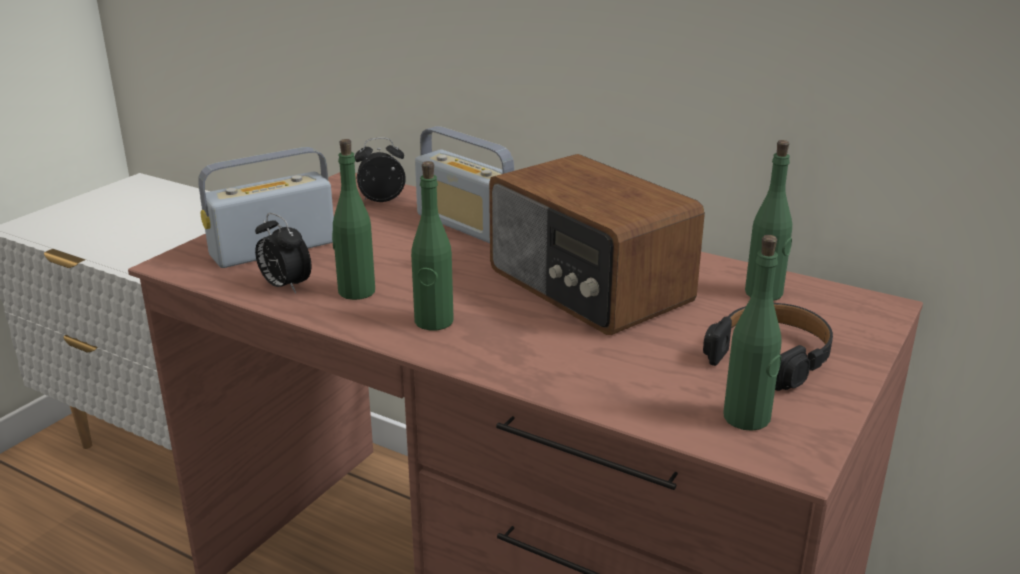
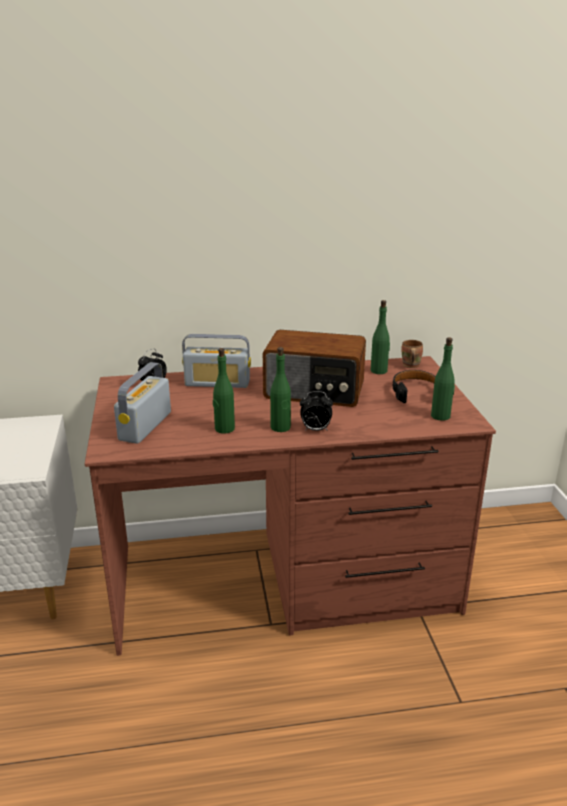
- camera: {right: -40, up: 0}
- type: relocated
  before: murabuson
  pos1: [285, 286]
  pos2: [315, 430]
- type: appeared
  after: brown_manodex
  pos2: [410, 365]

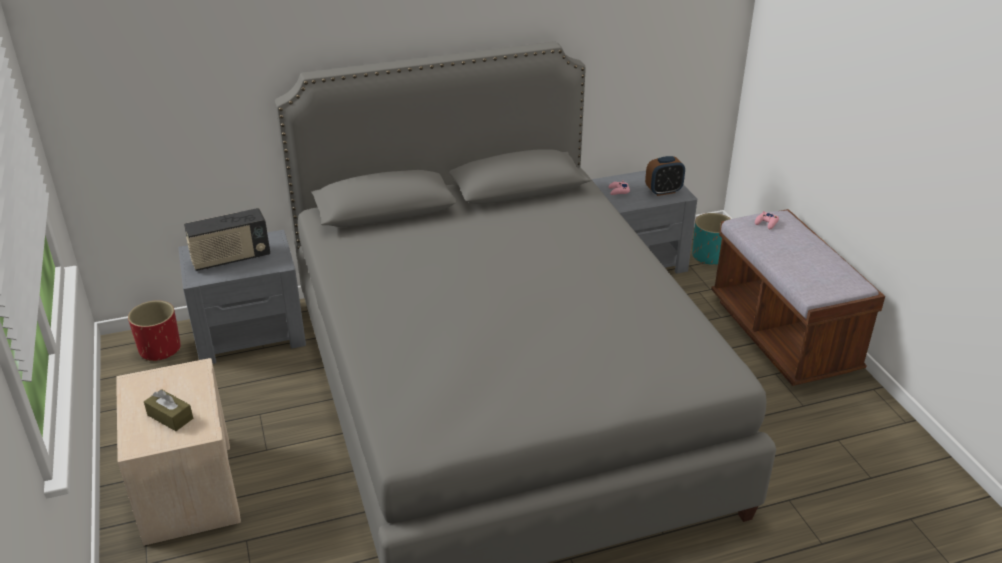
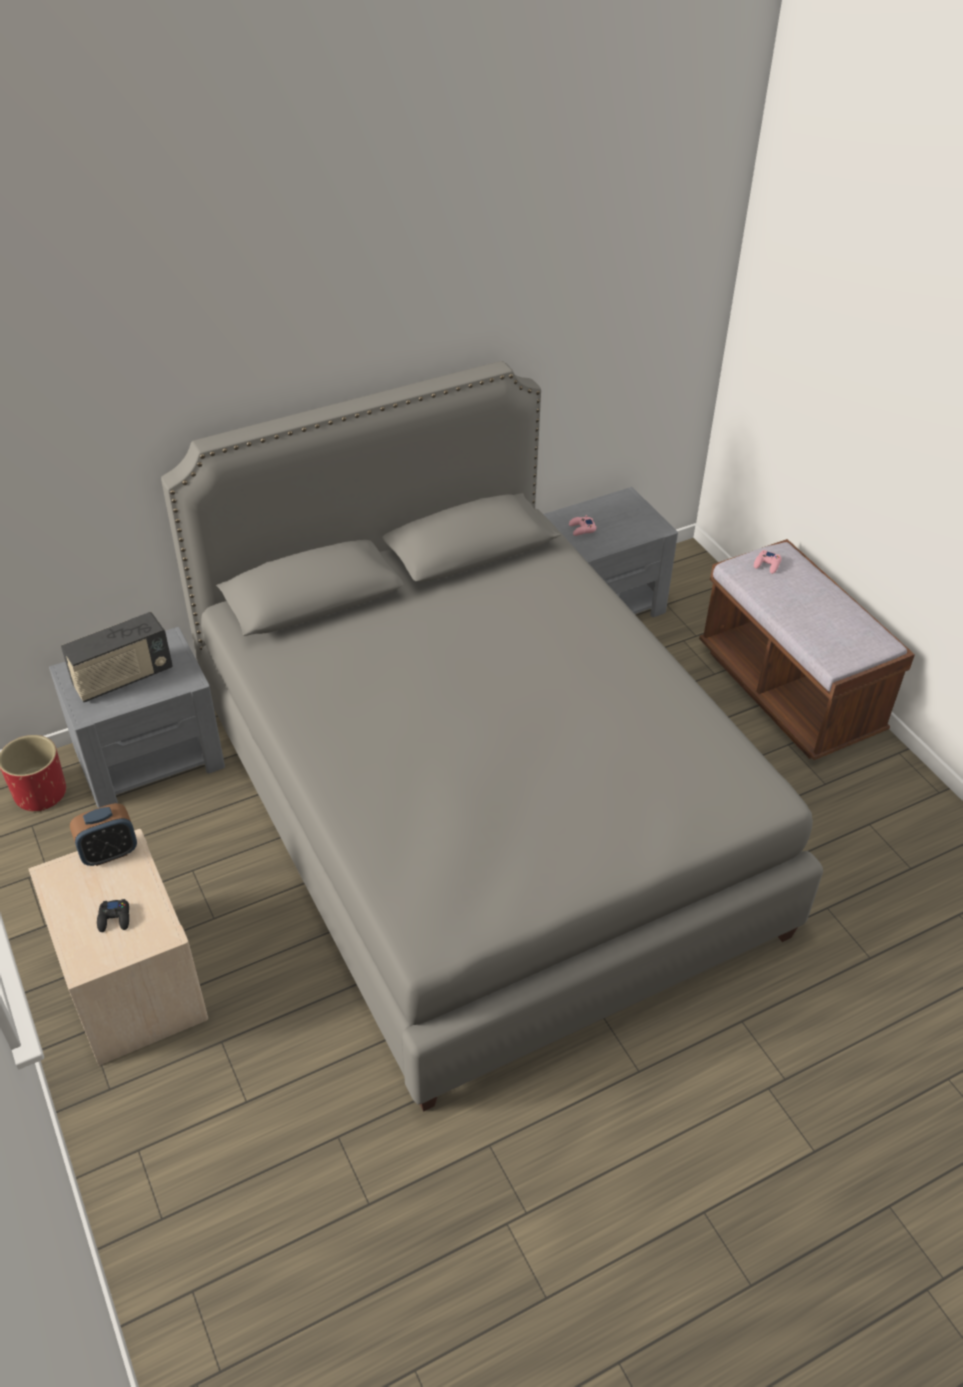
- camera: {right: -10, up: 10}
- type: exchanged
  before: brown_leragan
  after: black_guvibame
  pos1: [170, 417]
  pos2: [115, 918]
- type: relocated
  before: murabuson
  pos1: [663, 191]
  pos2: [109, 853]
- type: missing
  before: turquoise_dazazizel
  pos1: [709, 256]

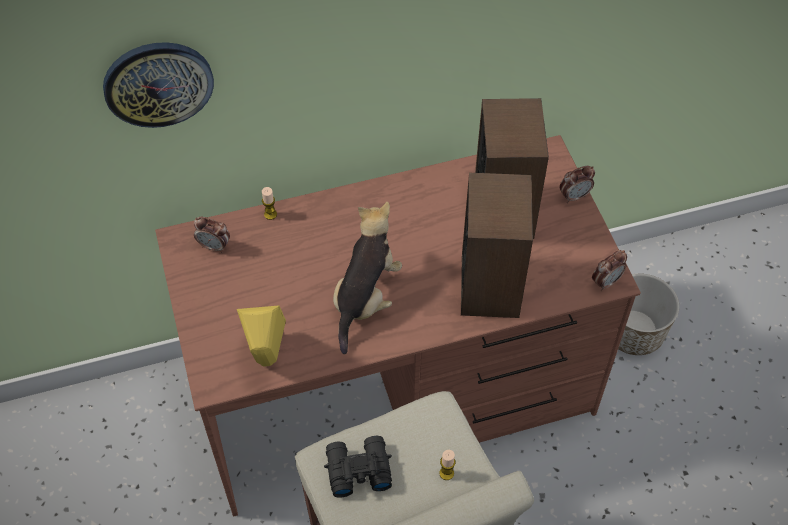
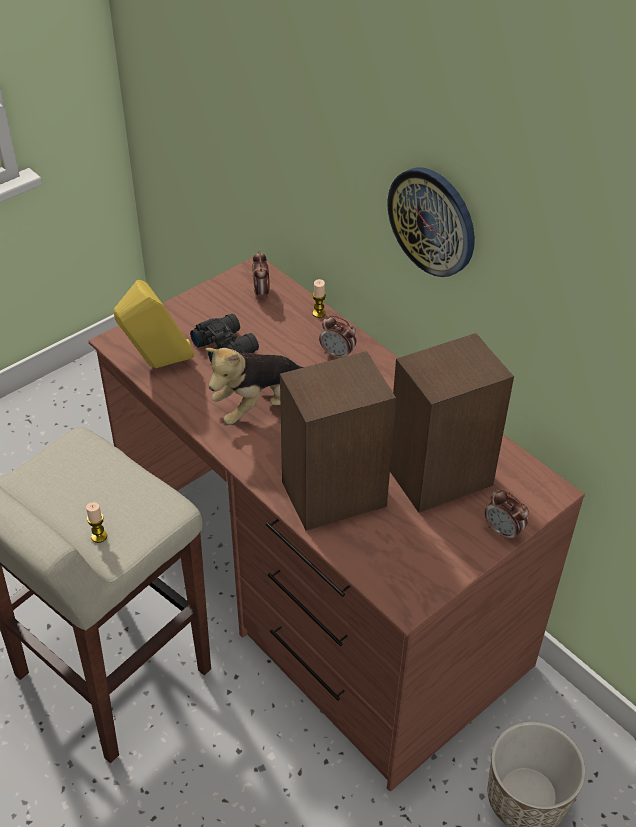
- camera: {right: 65, up: -10}
- type: relocated
  before: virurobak
  pos1: [158, 83]
  pos2: [432, 221]
- type: relocated
  before: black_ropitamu
  pos1: [357, 469]
  pos2: [225, 346]
- type: spun
  before: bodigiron
  pos1: [365, 297]
  pos2: [263, 406]
  turn: 150
- type: relocated
  before: murabuson
  pos1: [606, 282]
  pos2: [337, 354]

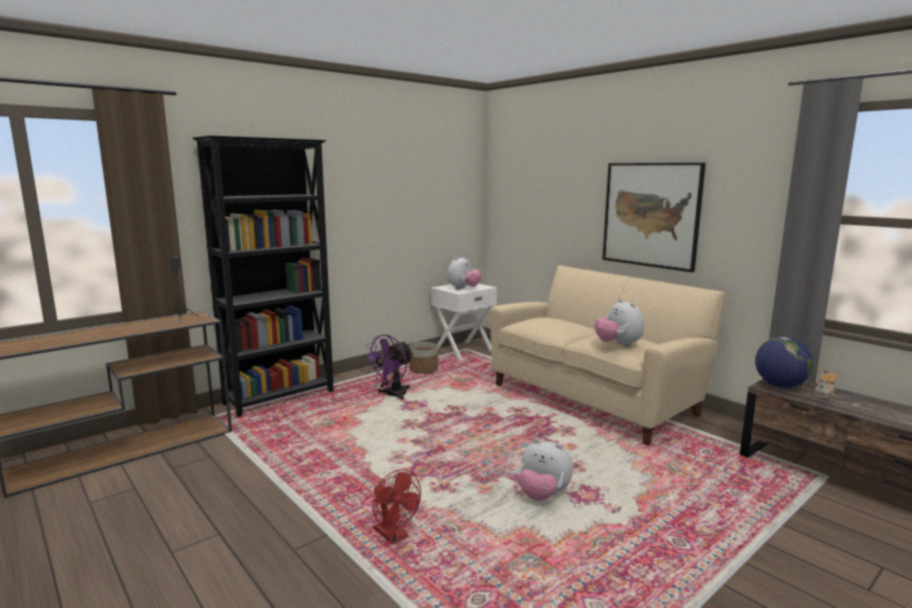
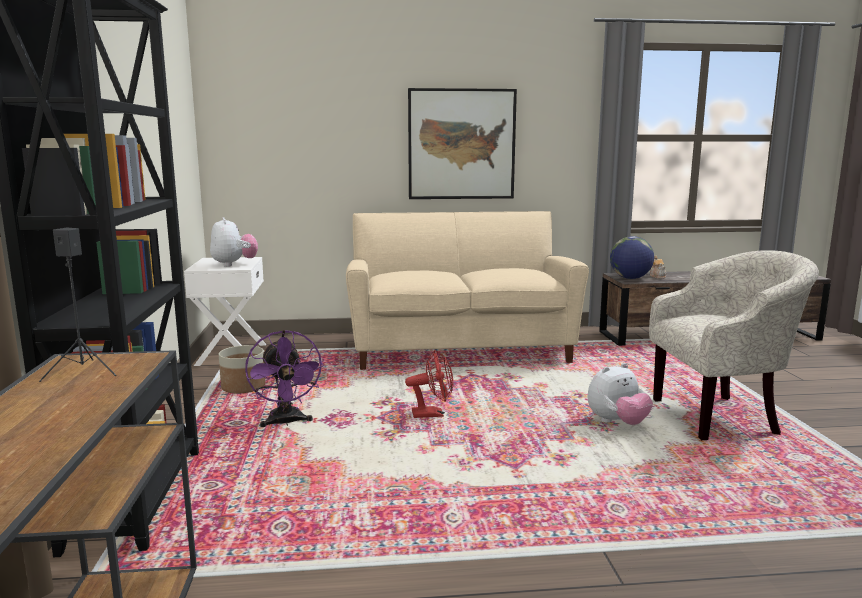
- camera: {right: -55, up: 0}
- type: relocated
  before: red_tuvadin
  pos1: [394, 536]
  pos2: [433, 414]
- type: missing
  before: bodigiron
  pos1: [618, 345]
- type: appeared
  after: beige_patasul
  pos2: [721, 417]

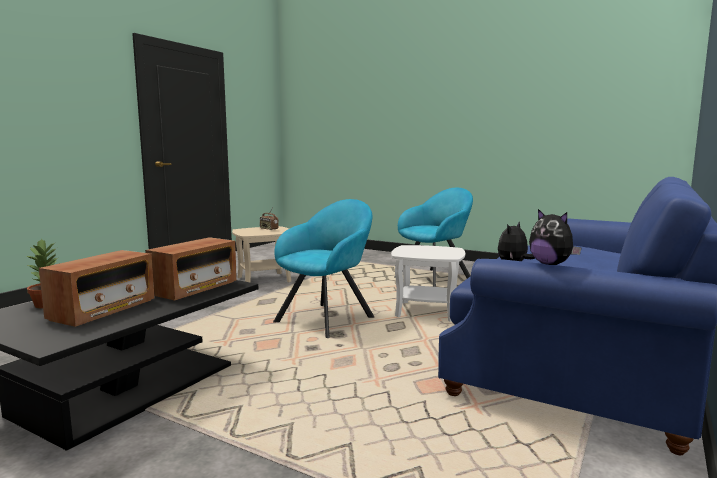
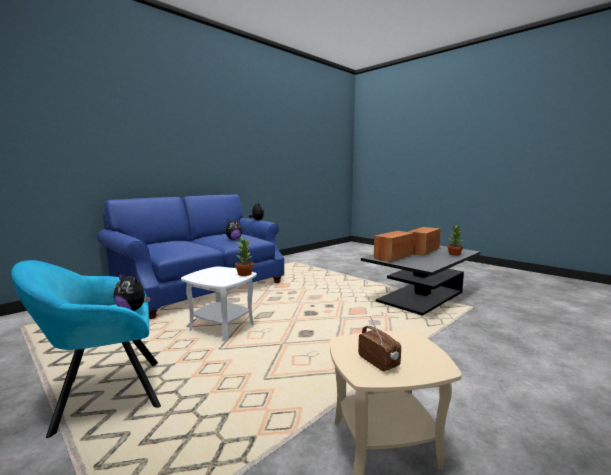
- camera: {right: -165, up: 0}
- type: missing
  before: turquoise_patasul
  pos1: [328, 319]
- type: appeared
  after: bodigiron
  pos2: [132, 310]
- type: appeared
  after: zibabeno
  pos2: [245, 274]

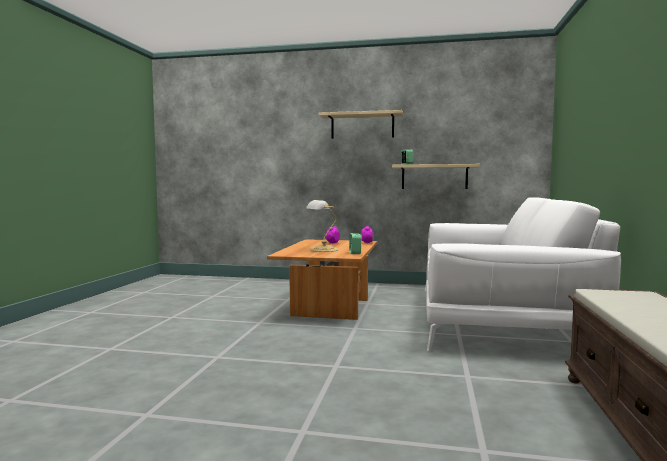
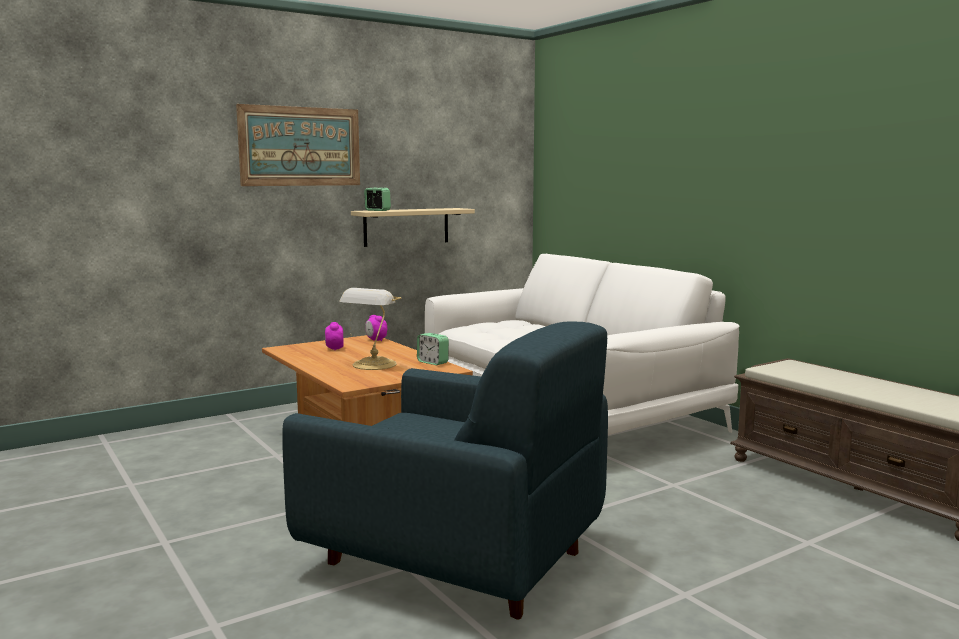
- camera: {right: -45, up: 5}
- type: exchanged
  before: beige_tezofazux
  after: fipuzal
  pos1: [362, 126]
  pos2: [300, 146]
- type: appeared
  after: blue_patasul
  pos2: [457, 558]

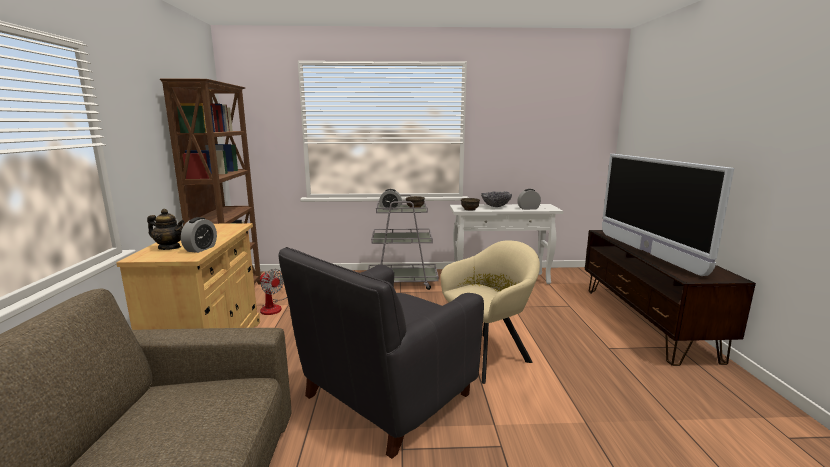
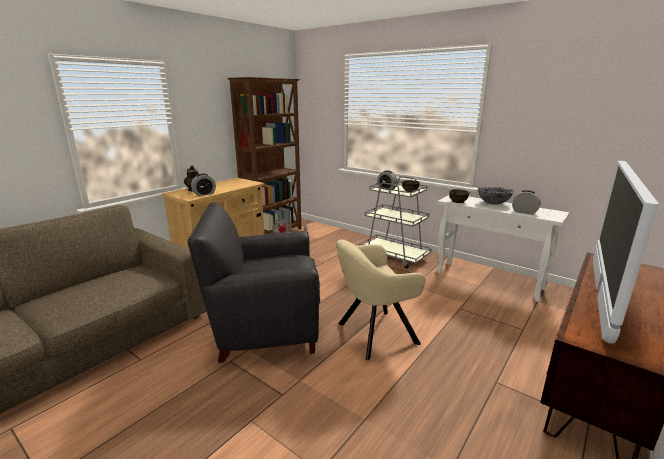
- camera: {right: 40, up: 5}
- type: spun
  before: beige_patasul
  pos1: [488, 354]
  pos2: [373, 334]
  turn: 150

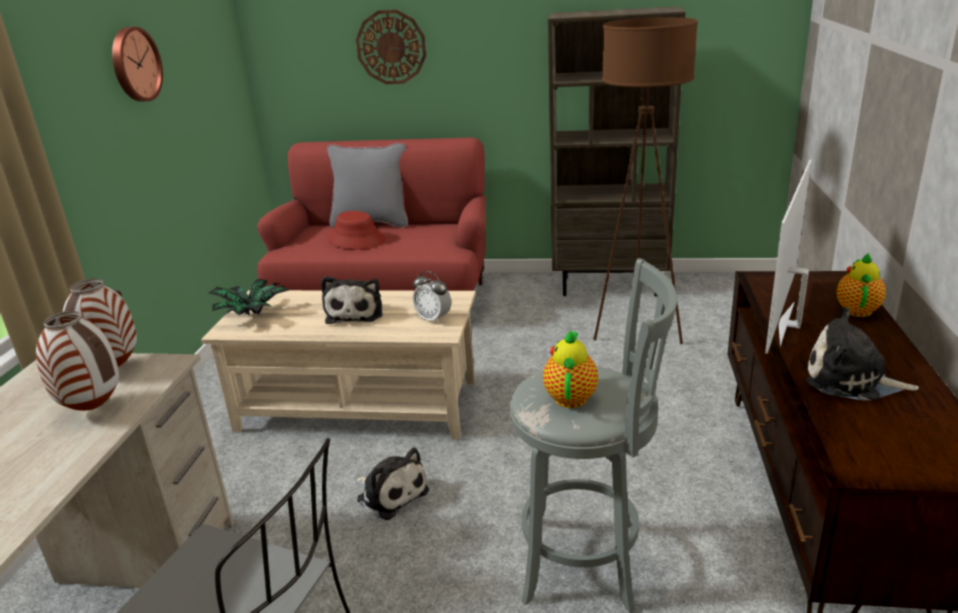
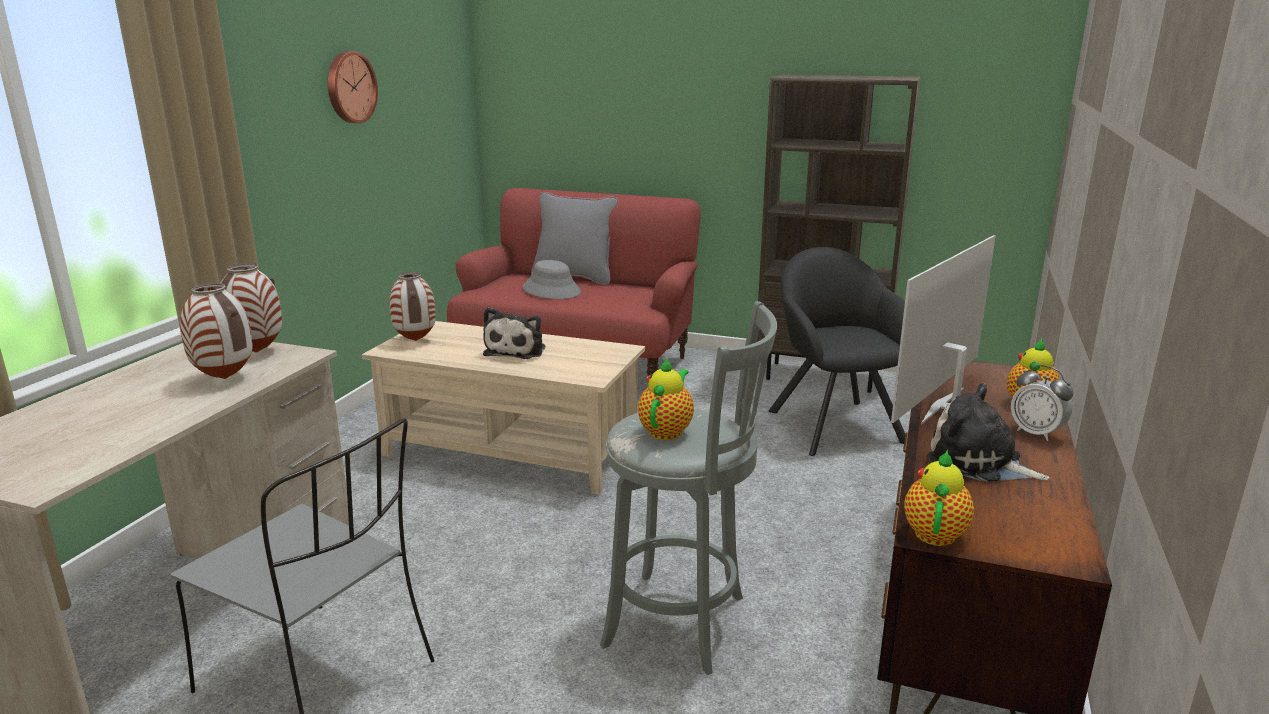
- camera: {right: 10, up: -5}
- type: exchanged
  before: zibabeno
  after: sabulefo
  pos1: [250, 316]
  pos2: [416, 341]
- type: colour
  before: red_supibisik
  after: grey_supibisik
  pos1: [356, 240]
  pos2: [552, 290]
- type: missing
  before: virurobak
  pos1: [391, 47]
- type: missing
  before: bodigiron
  pos1: [390, 494]
- type: relocated
  before: murabuson
  pos1: [433, 319]
  pos2: [1036, 433]
- type: exchanged
  before: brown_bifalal
  after: black_patasul
  pos1: [637, 331]
  pos2: [832, 423]
- type: appeared
  after: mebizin
  pos2: [935, 532]

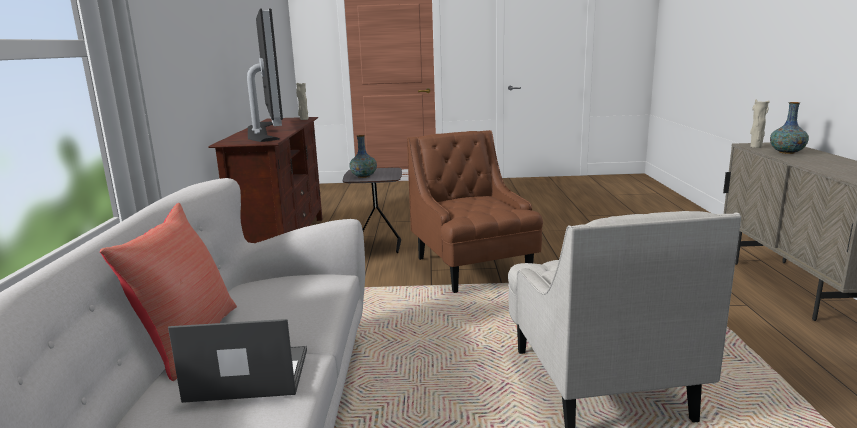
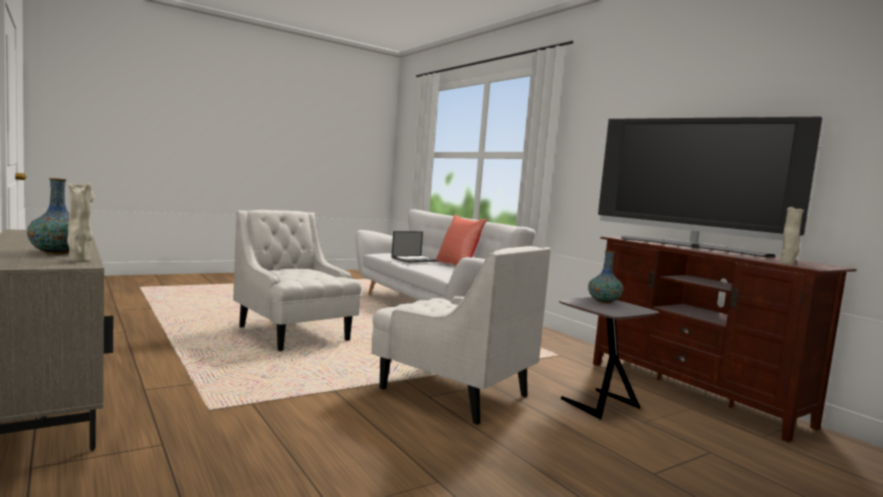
- camera: {right: 145, up: -10}
- type: colour
  before: brown_patasul
  after: white_patasul
  pos1: [473, 269]
  pos2: [452, 391]

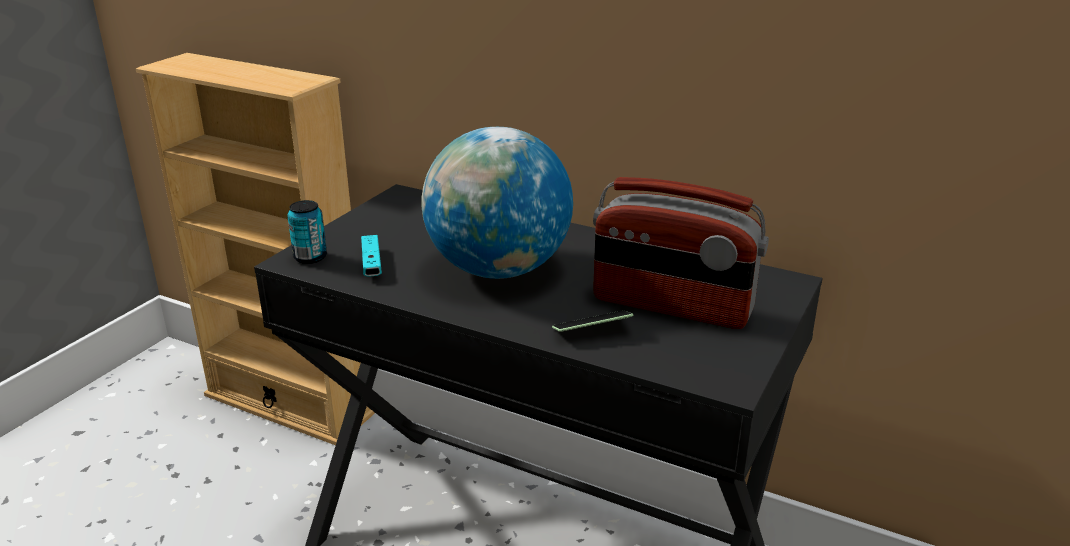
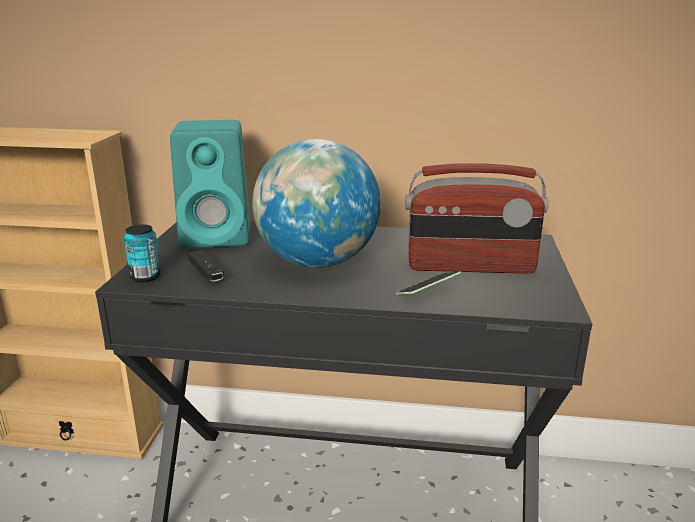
- camera: {right: -20, up: -5}
- type: colour
  before: turquoise_guvibame
  after: black_guvibame
  pos1: [371, 264]
  pos2: [206, 273]
- type: appeared
  after: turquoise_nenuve
  pos2: [219, 236]

